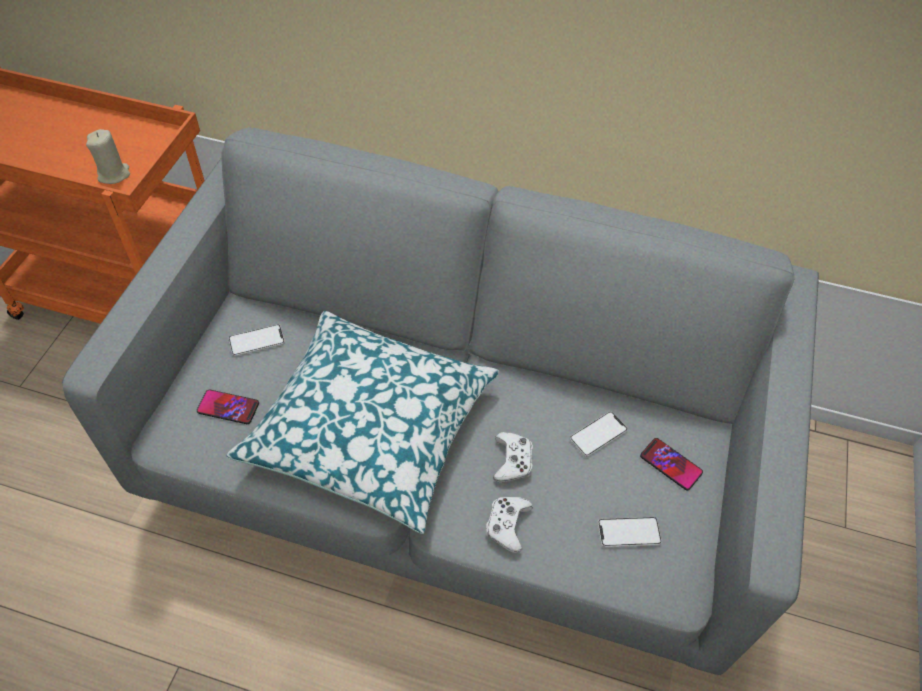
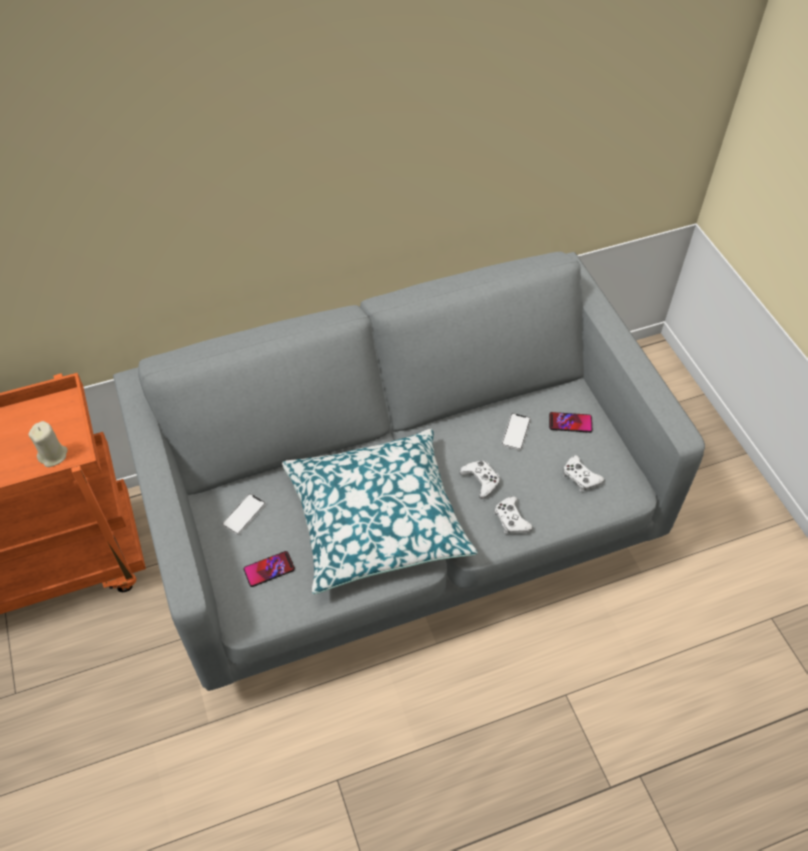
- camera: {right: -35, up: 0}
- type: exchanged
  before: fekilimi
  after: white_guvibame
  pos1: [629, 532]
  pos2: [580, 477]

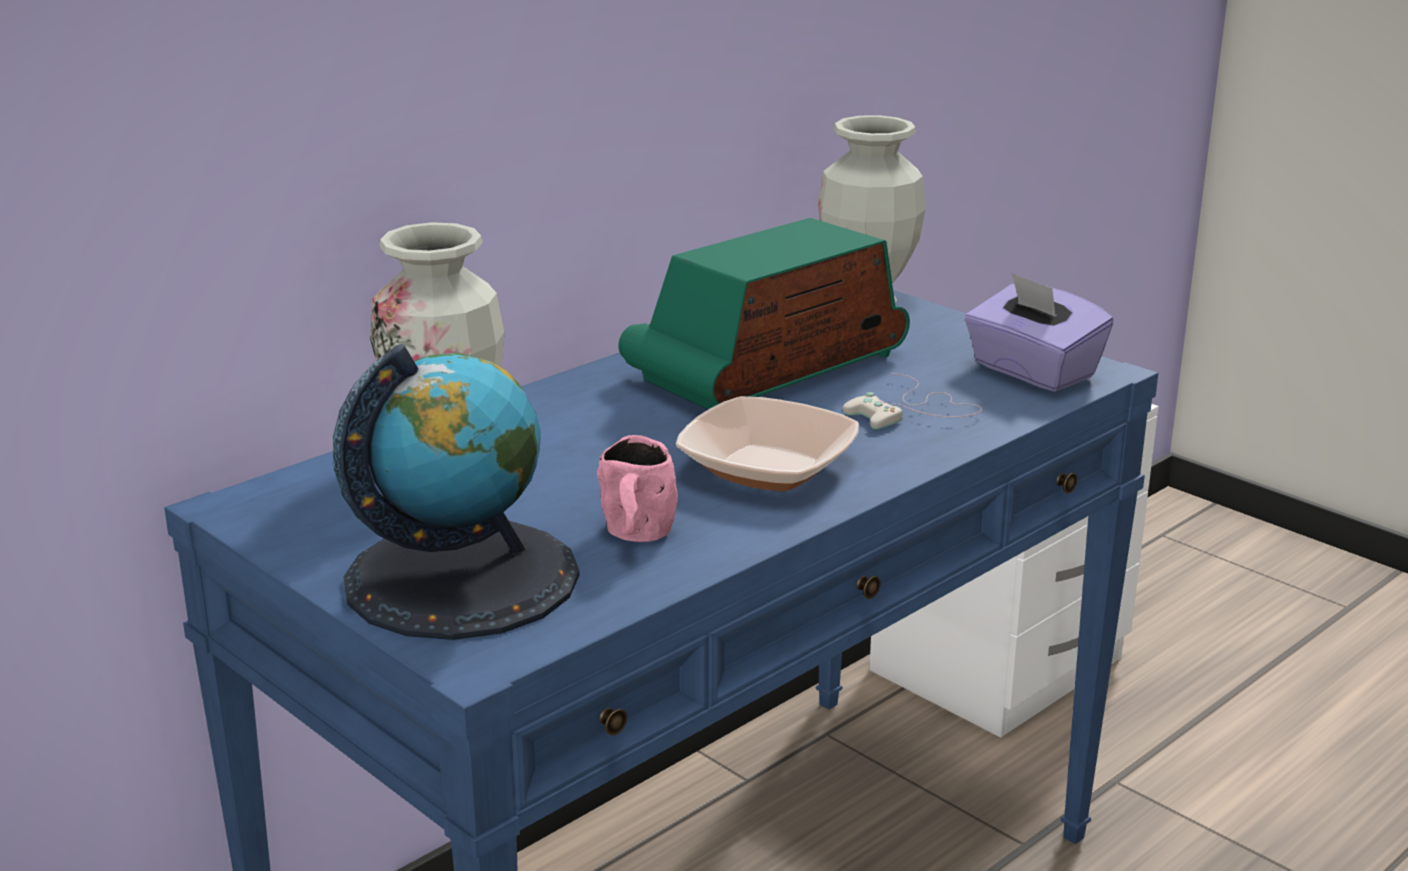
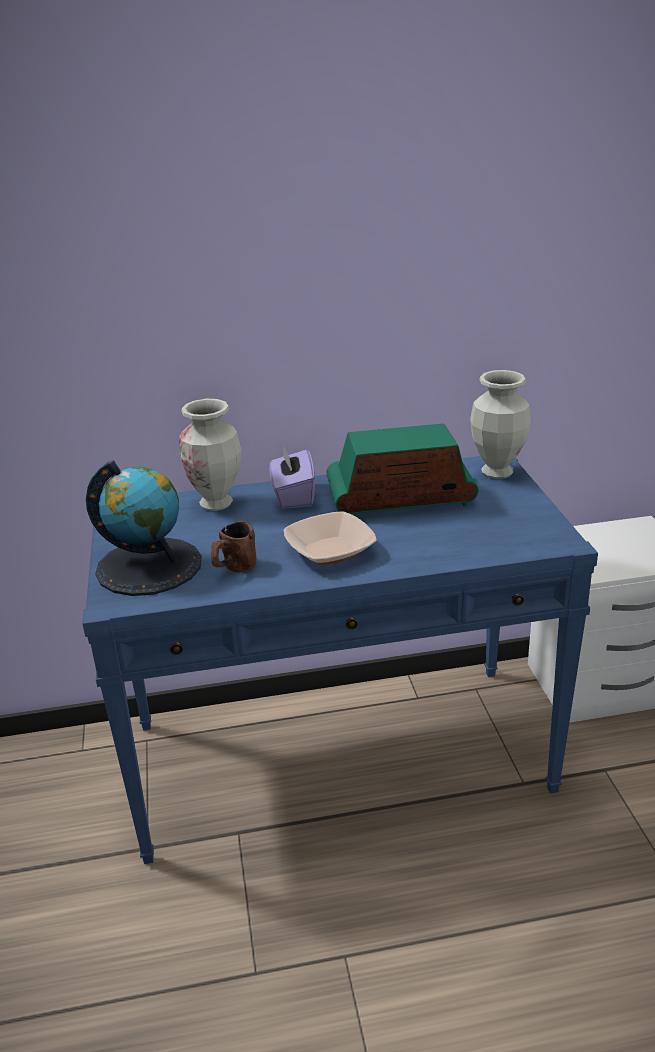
- camera: {right: 35, up: 5}
- type: colour
  before: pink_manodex
  after: brown_manodex
  pos1: [637, 538]
  pos2: [233, 569]
- type: missing
  before: white_guvibame
  pos1: [913, 411]
- type: relocated
  before: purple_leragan
  pos1: [1032, 372]
  pos2: [293, 496]

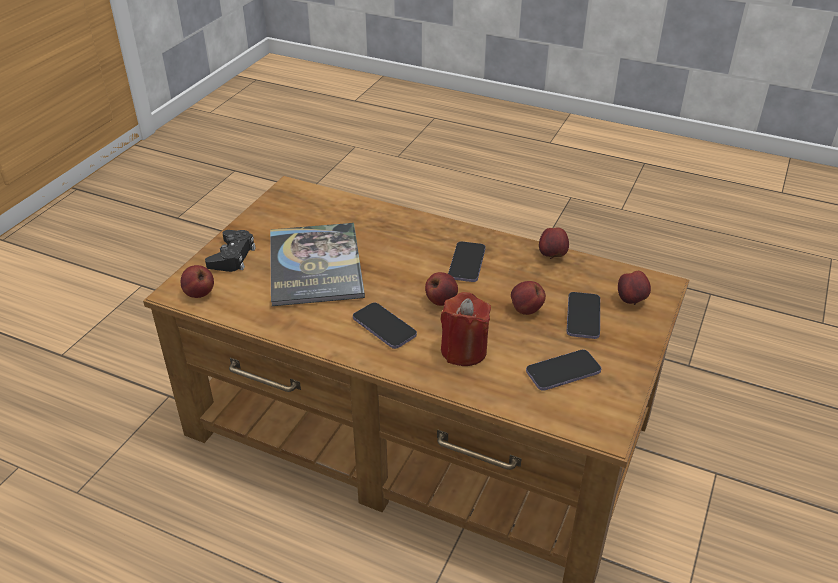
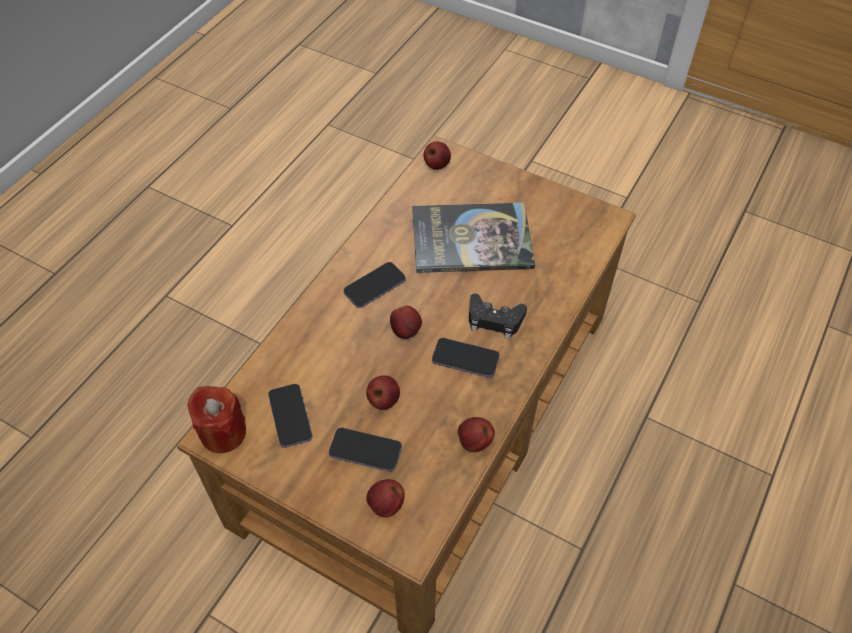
- camera: {right: 95, up: 15}
- type: relocated
  before: black_guvibame
  pos1: [232, 256]
  pos2: [494, 320]
- type: relocated
  before: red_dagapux
  pos1: [464, 351]
  pos2: [223, 433]

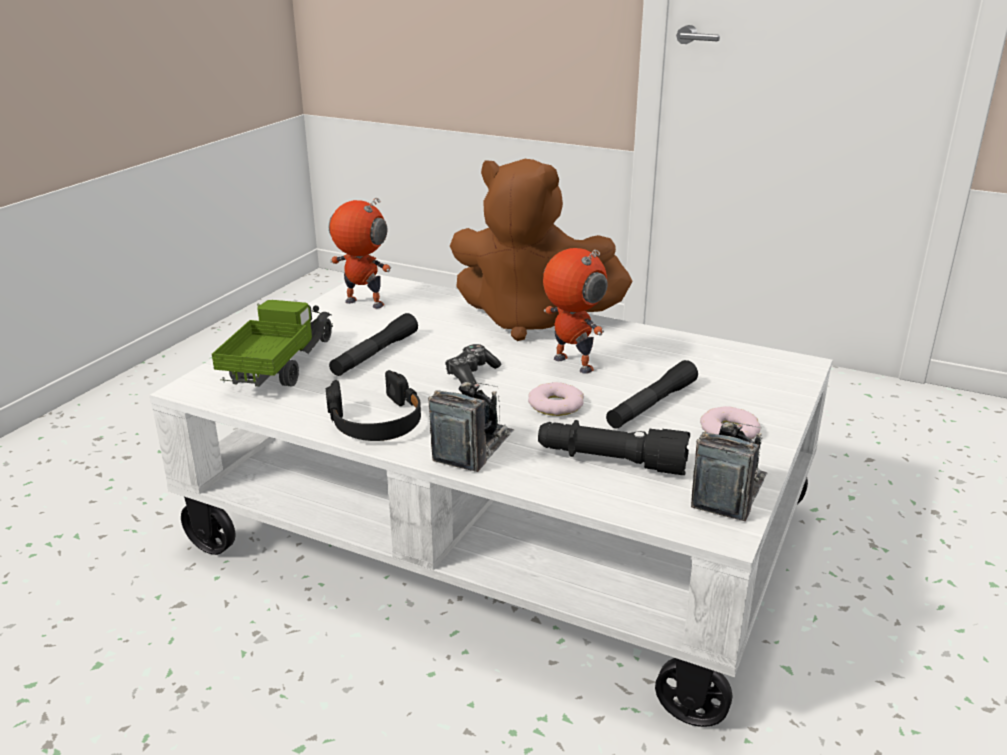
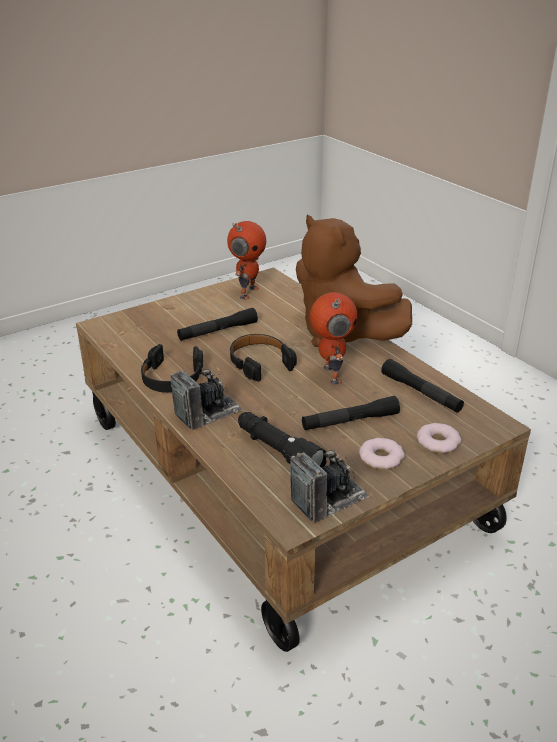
- camera: {right: 30, up: 5}
- type: colour
  before: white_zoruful
  after: brown_zoruful
  pos1: [502, 527]
  pos2: [276, 472]
- type: missing
  before: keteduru
  pos1: [280, 365]
- type: spun
  before: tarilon
  pos1: [363, 304]
  pos2: [247, 292]
  turn: 60
- type: exchanged
  before: guvibame
  after: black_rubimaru
  pos1: [471, 374]
  pos2: [260, 362]
- type: relocated
  before: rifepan
  pos1: [555, 405]
  pos2: [438, 442]
- type: appeared
  after: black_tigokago
  pos2: [421, 393]

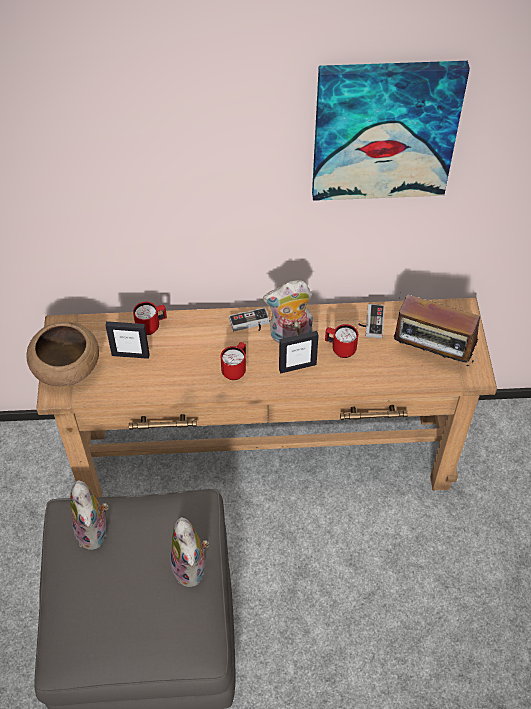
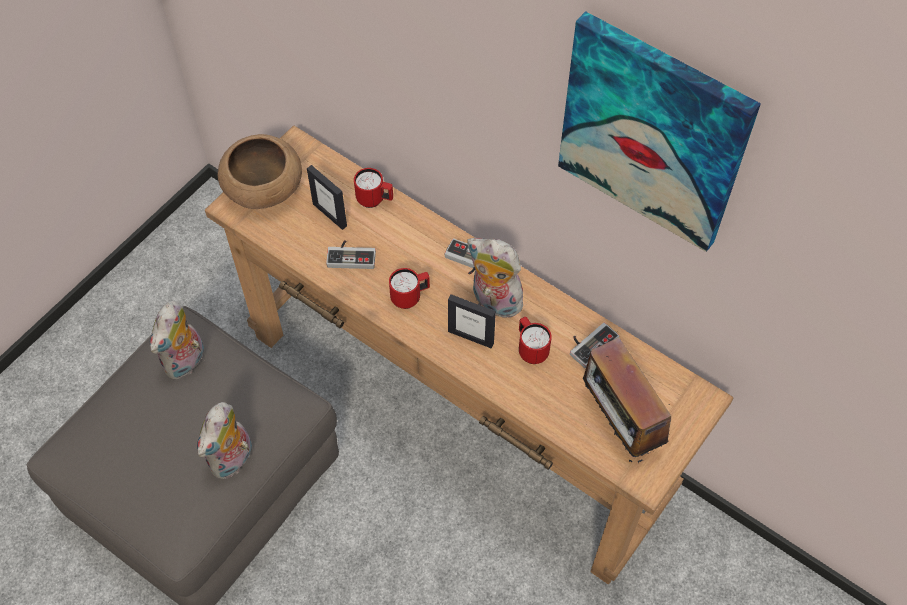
- camera: {right: 40, up: 5}
- type: appeared
  after: guvibame
  pos2: [351, 255]

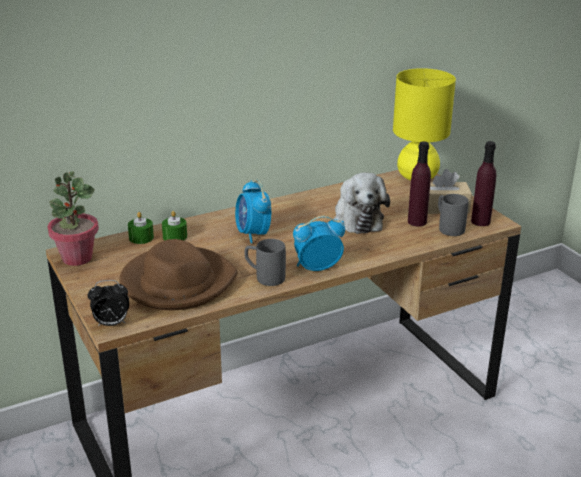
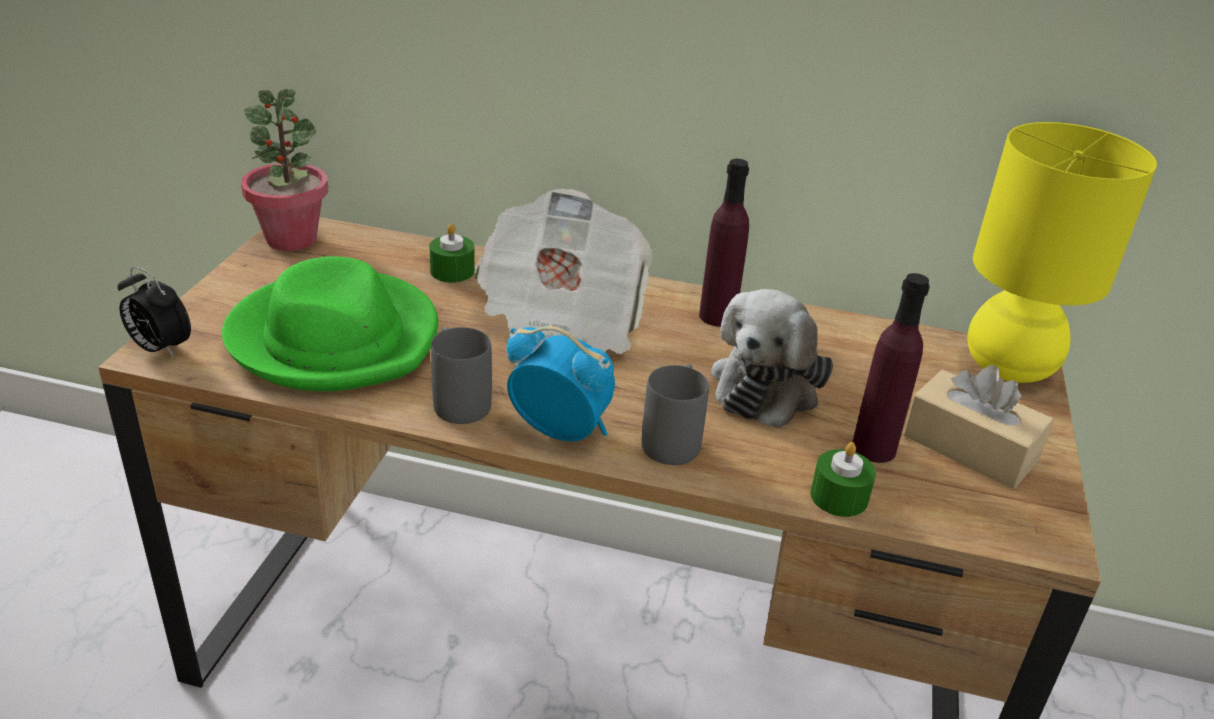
- camera: {right: 40, up: 5}
- type: colour
  before: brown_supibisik
  after: green_supibisik
  pos1: [177, 282]
  pos2: [336, 338]
- type: relocated
  before: green_dagapux
  pos1: [141, 238]
  pos2: [839, 497]
- type: exchanged
  before: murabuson
  after: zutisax
  pos1: [253, 234]
  pos2: [560, 323]
- type: relocated
  before: grey_manodex
  pos1: [448, 227]
  pos2: [674, 438]
- type: relocated
  before: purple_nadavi
  pos1: [480, 221]
  pos2: [717, 316]

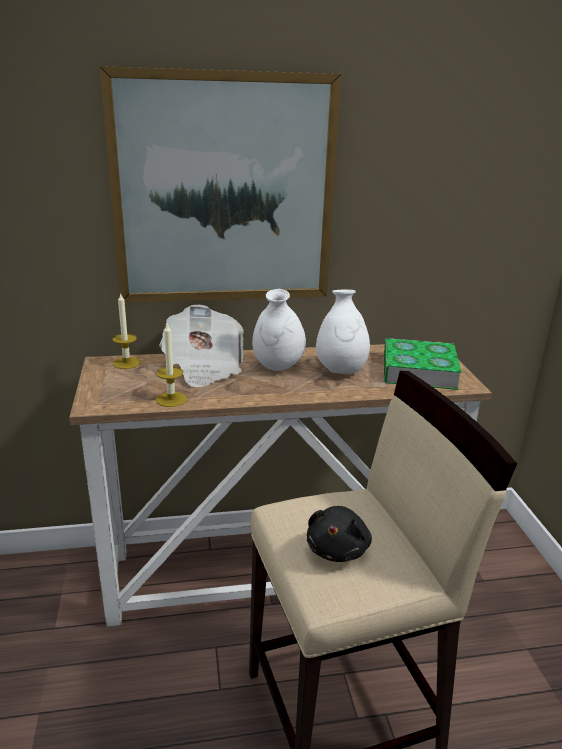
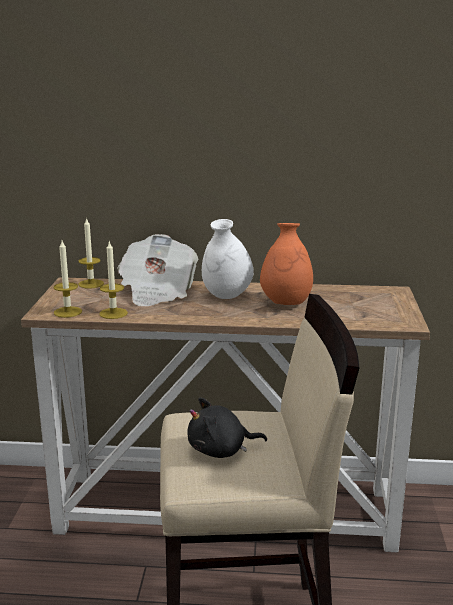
- camera: {right: 15, up: -5}
- type: missing
  before: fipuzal
  pos1: [224, 191]
- type: spun
  before: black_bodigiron
  pos1: [338, 549]
  pos2: [221, 450]
  turn: 45
- type: colour
  before: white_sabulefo
  after: orange_sabulefo
  pos1: [341, 371]
  pos2: [286, 303]
- type: missing
  before: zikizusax
  pos1: [418, 371]
- type: appeared
  after: dagapux
  pos2: [68, 312]

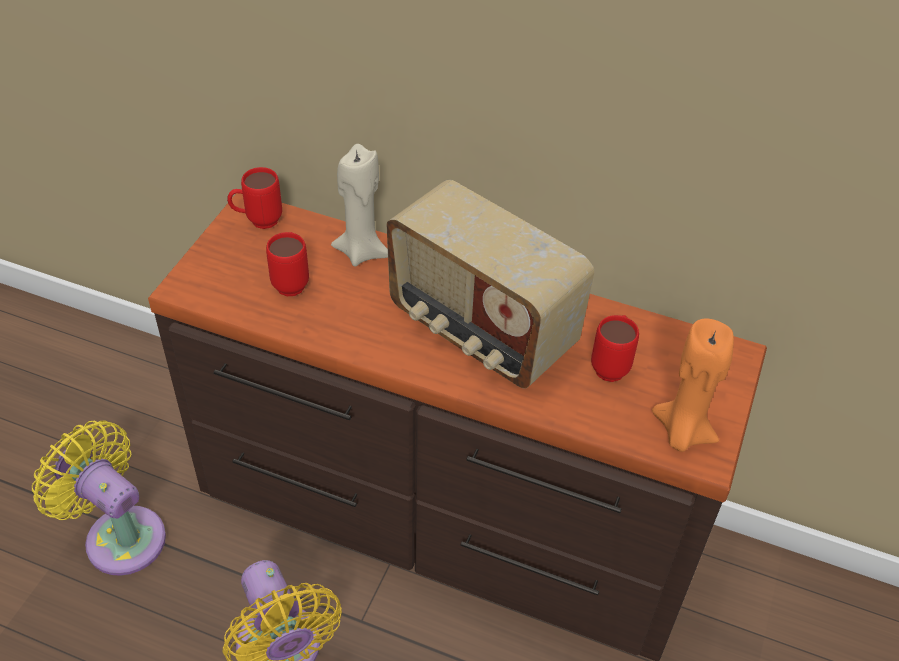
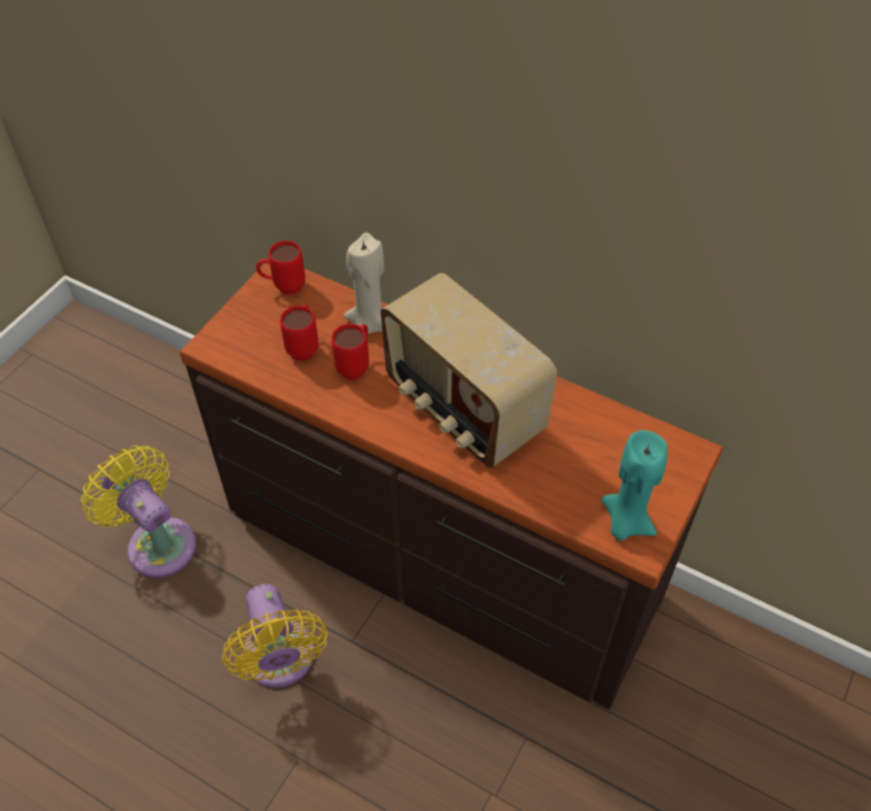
- camera: {right: 10, up: 5}
- type: relocated
  before: red_manodex
  pos1: [611, 365]
  pos2: [356, 365]
- type: colour
  before: orange_dagapux
  after: turquoise_dagapux
  pos1: [682, 433]
  pos2: [625, 522]

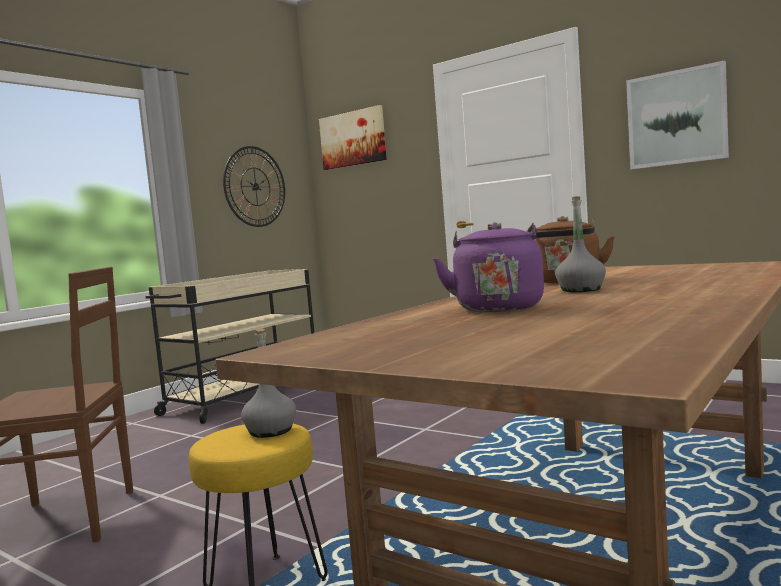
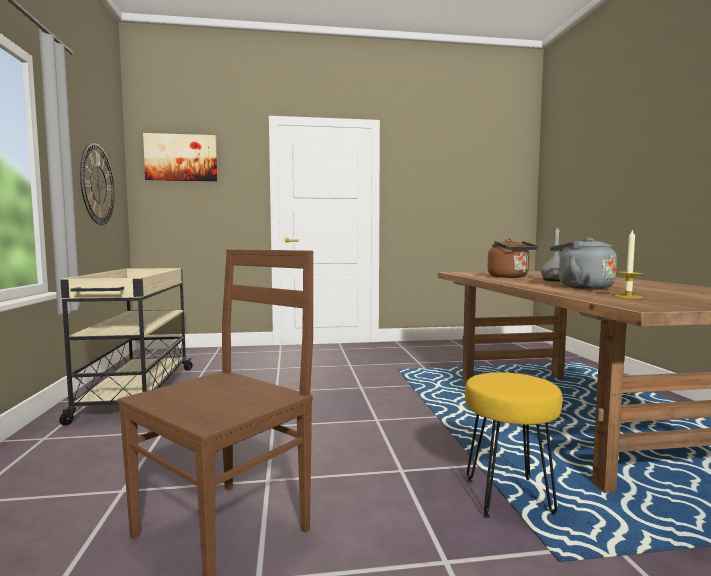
- camera: {right: -45, up: 0}
- type: missing
  before: grey_nadavi
  pos1: [271, 431]
- type: colour
  before: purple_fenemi
  after: grey_fenemi
  pos1: [498, 307]
  pos2: [581, 287]
- type: missing
  before: fipuzal
  pos1: [676, 118]
- type: appeared
  after: dagapux
  pos2: [628, 297]

